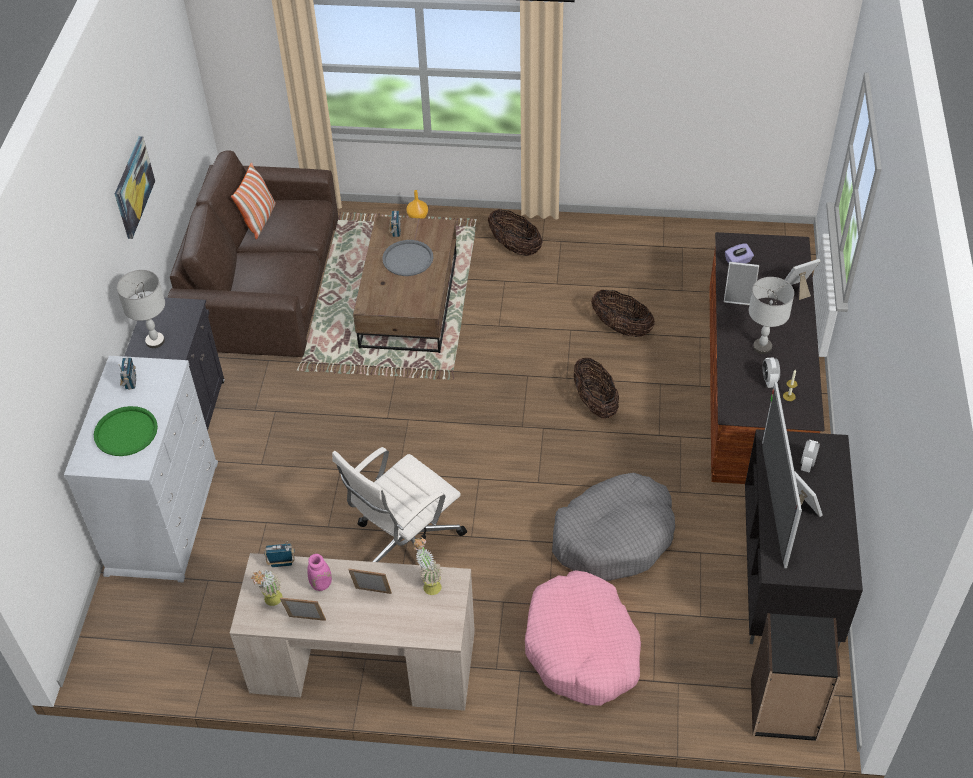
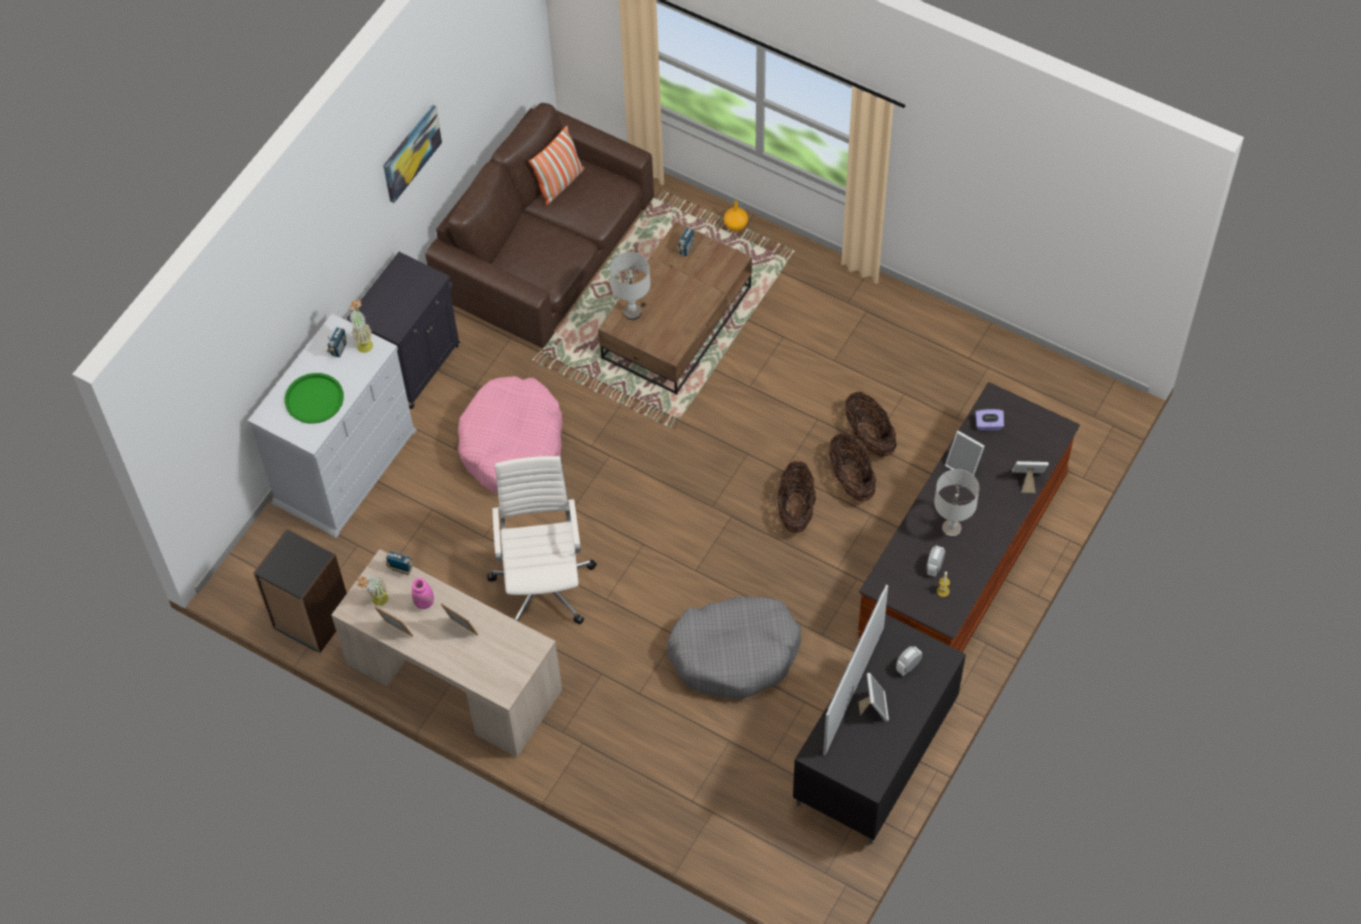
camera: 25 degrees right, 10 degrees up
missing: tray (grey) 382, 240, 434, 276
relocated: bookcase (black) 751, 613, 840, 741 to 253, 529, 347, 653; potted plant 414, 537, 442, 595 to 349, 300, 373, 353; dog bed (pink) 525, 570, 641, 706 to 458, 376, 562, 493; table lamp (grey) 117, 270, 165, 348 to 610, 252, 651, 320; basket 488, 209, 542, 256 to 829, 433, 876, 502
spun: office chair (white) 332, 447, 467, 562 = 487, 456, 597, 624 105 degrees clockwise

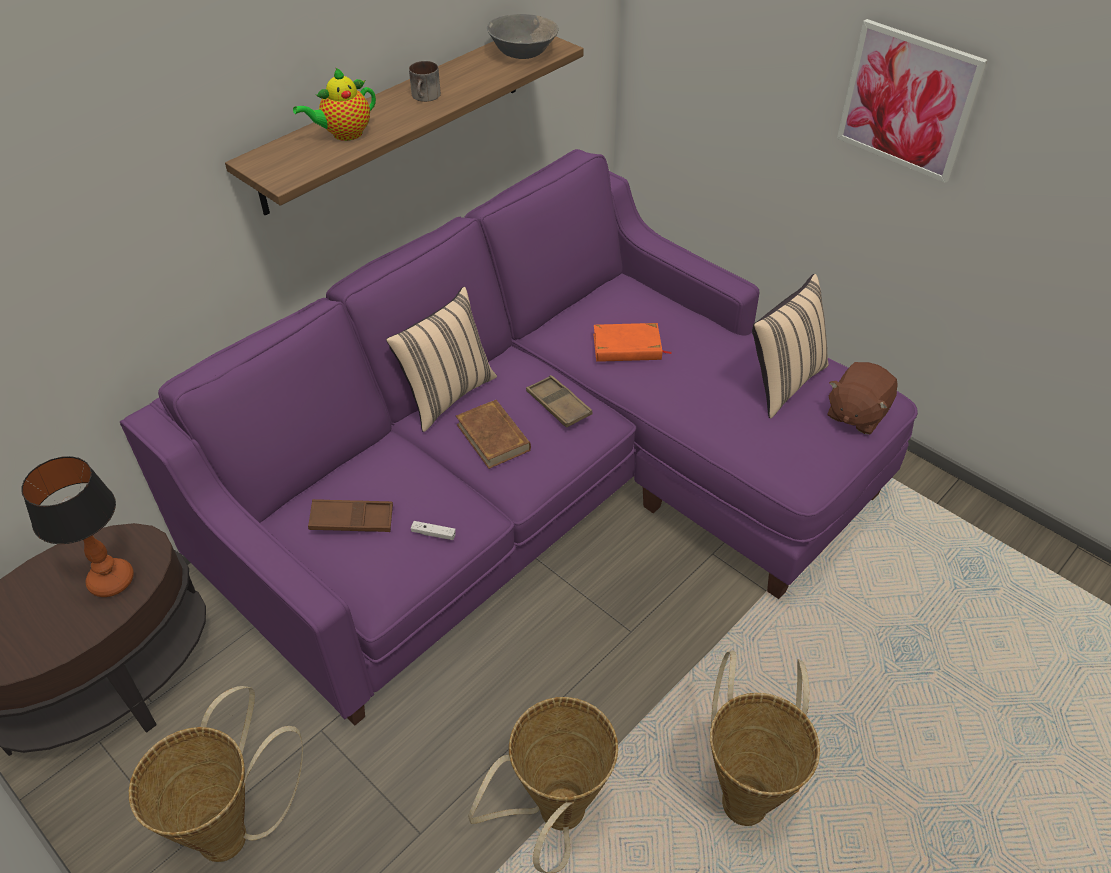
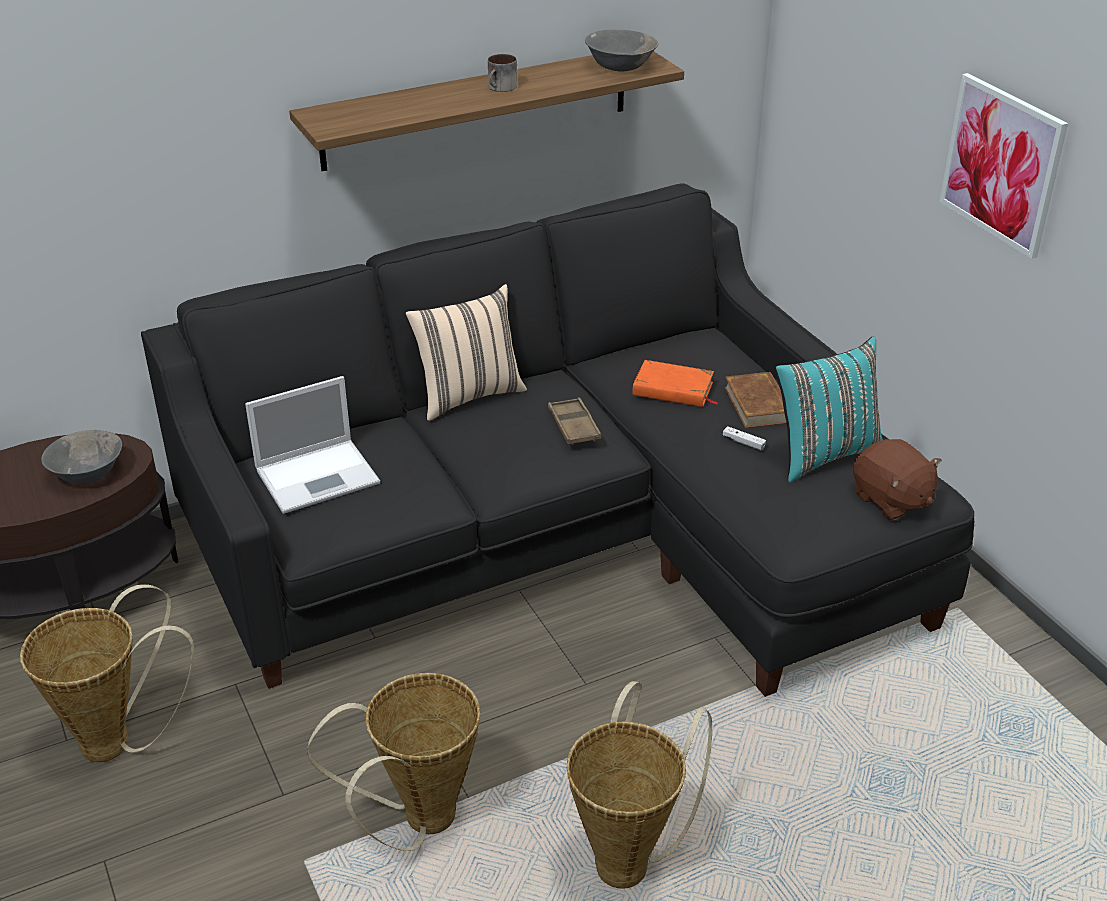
camera: 20 degrees right, 10 degrees down
missing: teapot 293, 67, 376, 141
relocated: game controller (white) 411, 521, 456, 540 to 723, 426, 766, 450; book (brown) 456, 400, 531, 469 to 724, 372, 786, 428
exchanged: table lamp 21, 456, 134, 597 to bowl (grey) 41, 430, 122, 484; tray (brown) 308, 499, 393, 532 to laptop 245, 376, 380, 514
colour: sofa (purple) 120, 149, 918, 726 to sofa (black) 141, 184, 974, 697; pillow (beige) 752, 274, 829, 419 to pillow (turquoise) 775, 336, 883, 483
spun: plush toy (brown) 827, 362, 898, 435 = 853, 439, 942, 520 90 degrees counterclockwise

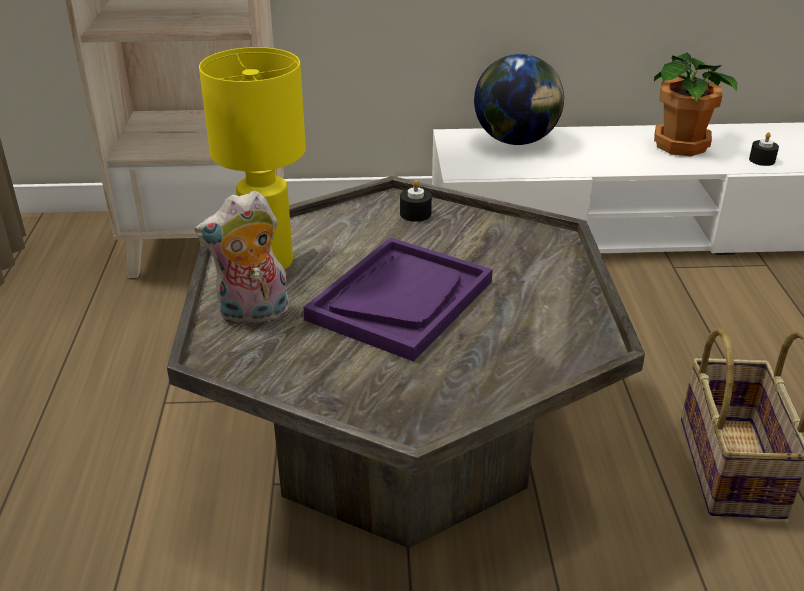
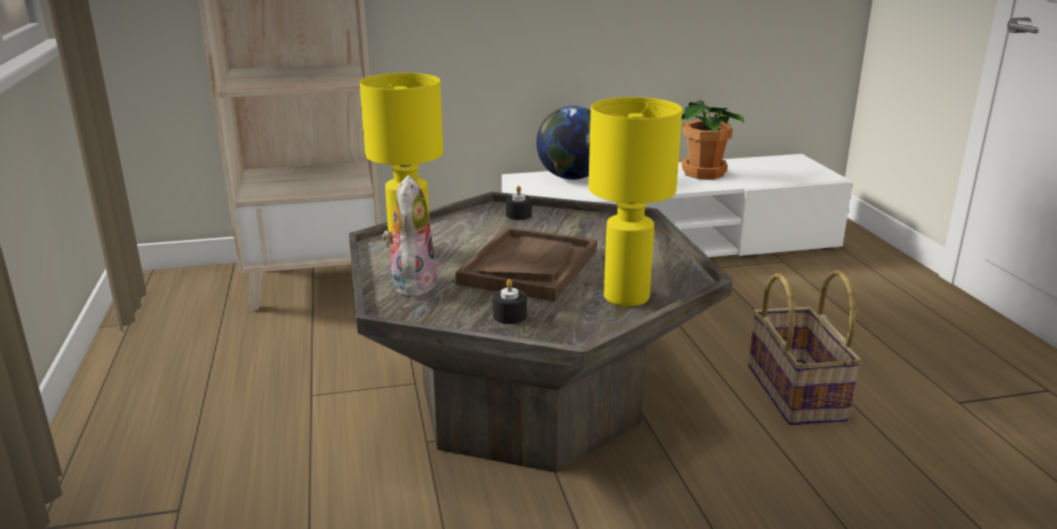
camera: 10 degrees left, 10 degrees down
appeared: table lamp (yellow) 588, 97, 682, 306
relocated: candle (black) 749, 132, 779, 166 to 493, 279, 527, 324
colour: tray (purple) 303, 237, 493, 362 to tray (brown) 455, 227, 597, 302
spun: plush toy 195, 190, 289, 326 = 382, 175, 438, 298 120 degrees clockwise

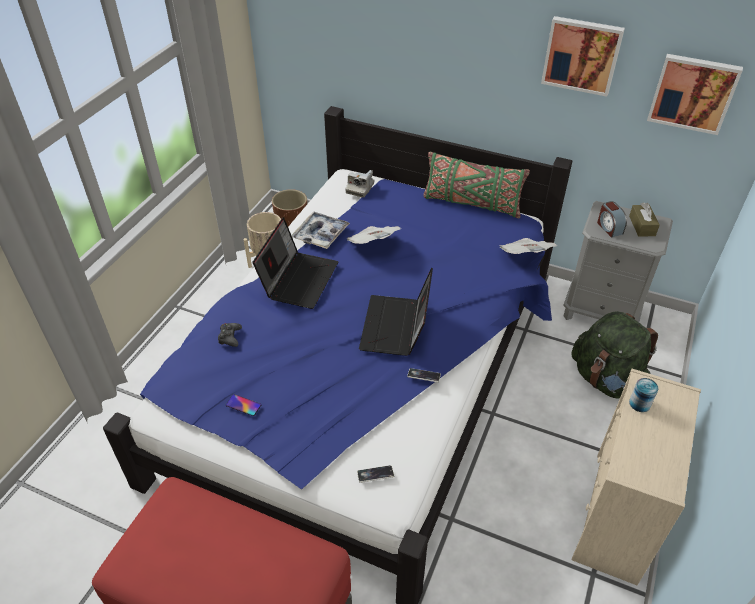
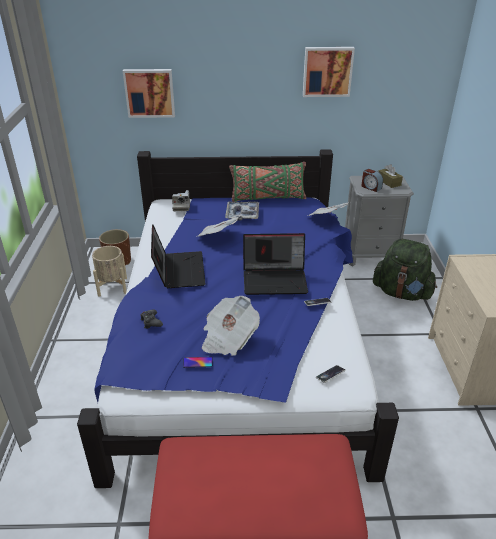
camera: 25 degrees left, 10 degrees down
missing: can 629, 378, 658, 412
appeared: newspaper 202, 296, 260, 356
relocated: picture 647, 54, 743, 135 to 123, 69, 175, 118; tray 291, 212, 350, 249 to 225, 202, 259, 221
spun: laptop 359, 267, 433, 356 = 243, 233, 308, 295 75 degrees counterclockwise

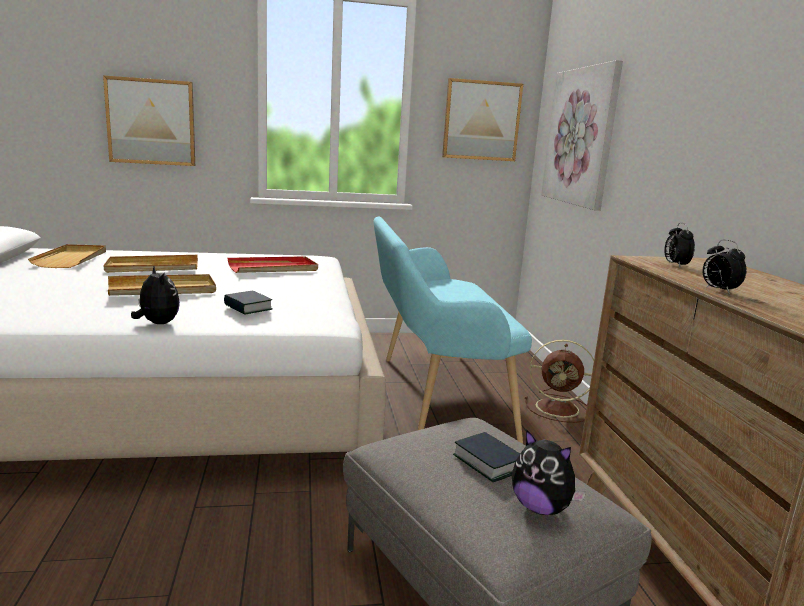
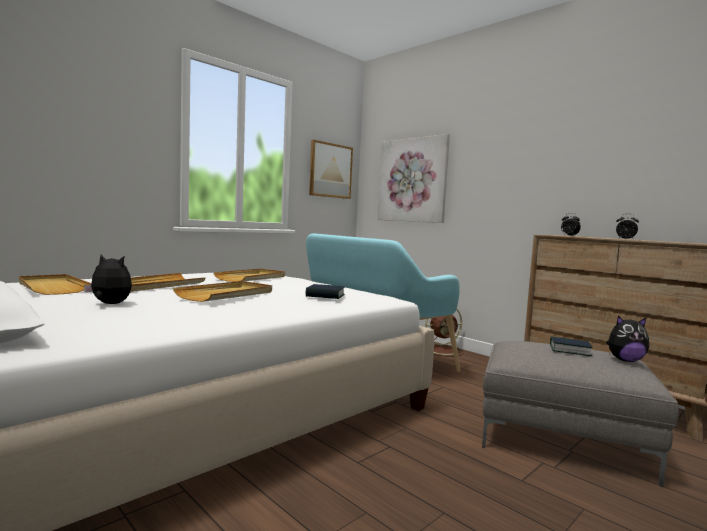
camera: 35 degrees left, 10 degrees down
missing: picture 103, 75, 195, 166
relocated: plush toy 131, 266, 180, 324 to 84, 254, 132, 304
colour: tray (red) 228, 256, 318, 273 to tray (beige) 213, 269, 285, 282

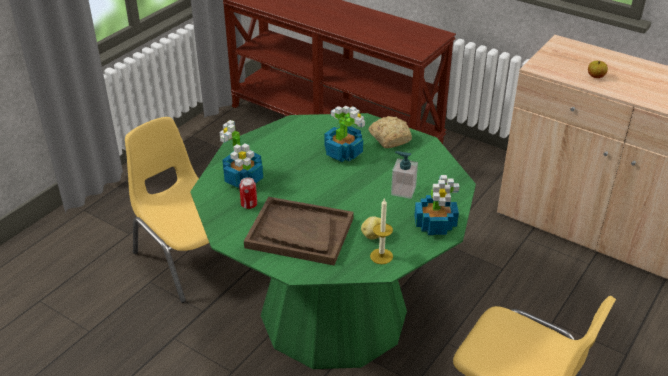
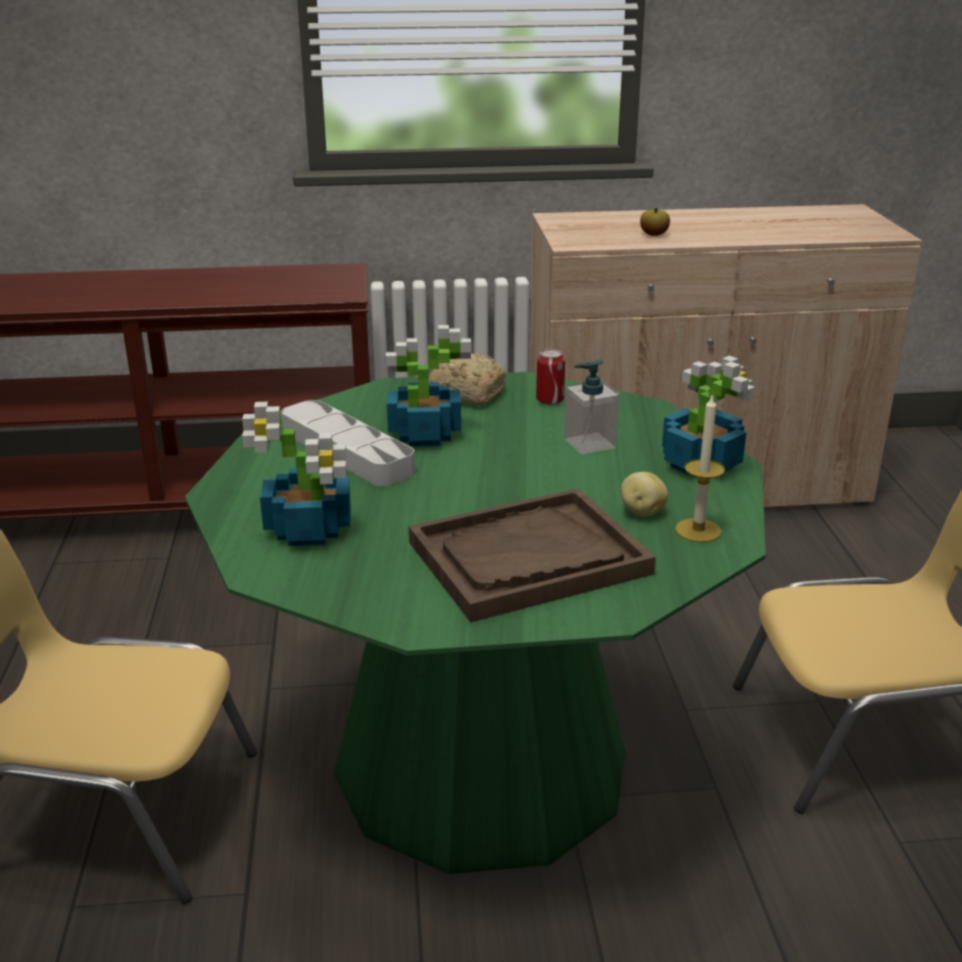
camera: 40 degrees left, 10 degrees down
appeared: tray (grey) 281, 400, 415, 486
relocated: can 239, 177, 257, 209 to 536, 349, 565, 405

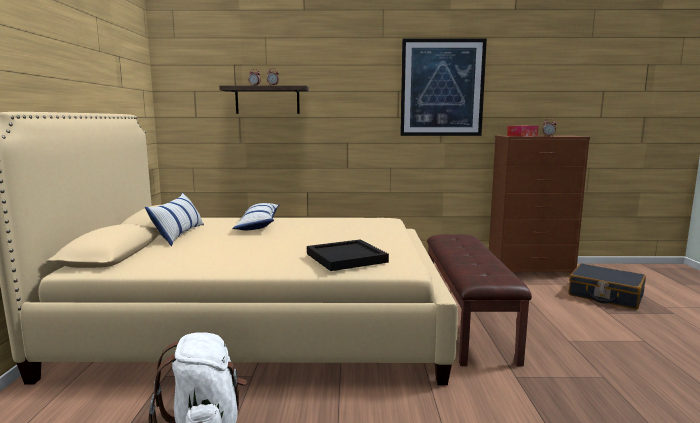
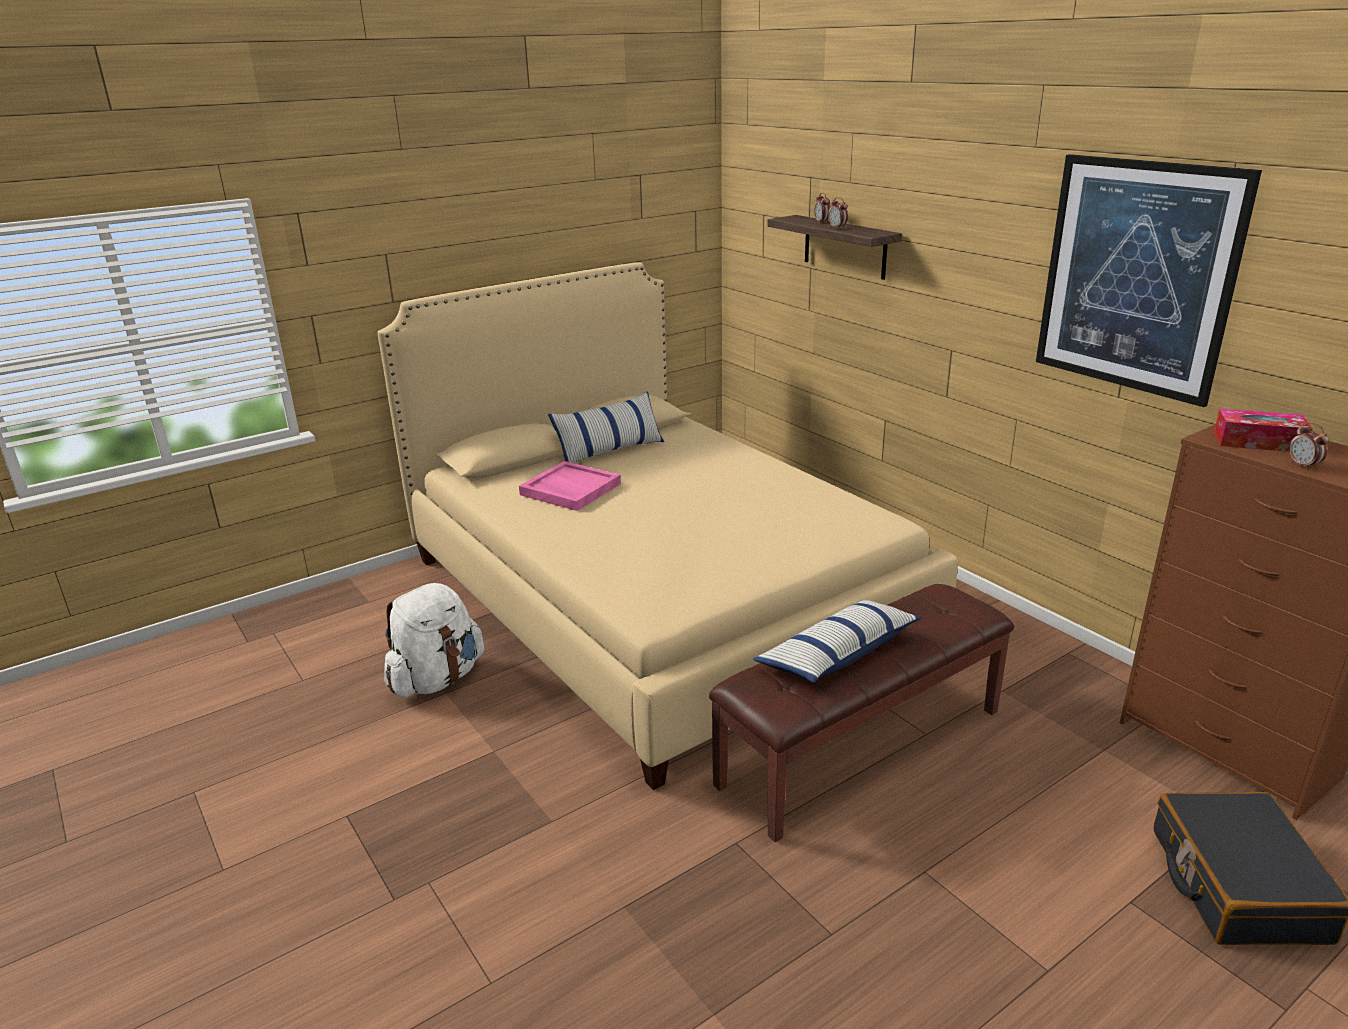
camera: 55 degrees right, 15 degrees up
missing: tray (black) 307, 240, 389, 271
appeared: tray (pink) 519, 461, 621, 511
relocated: pillow 232, 203, 279, 230 to 753, 600, 922, 683

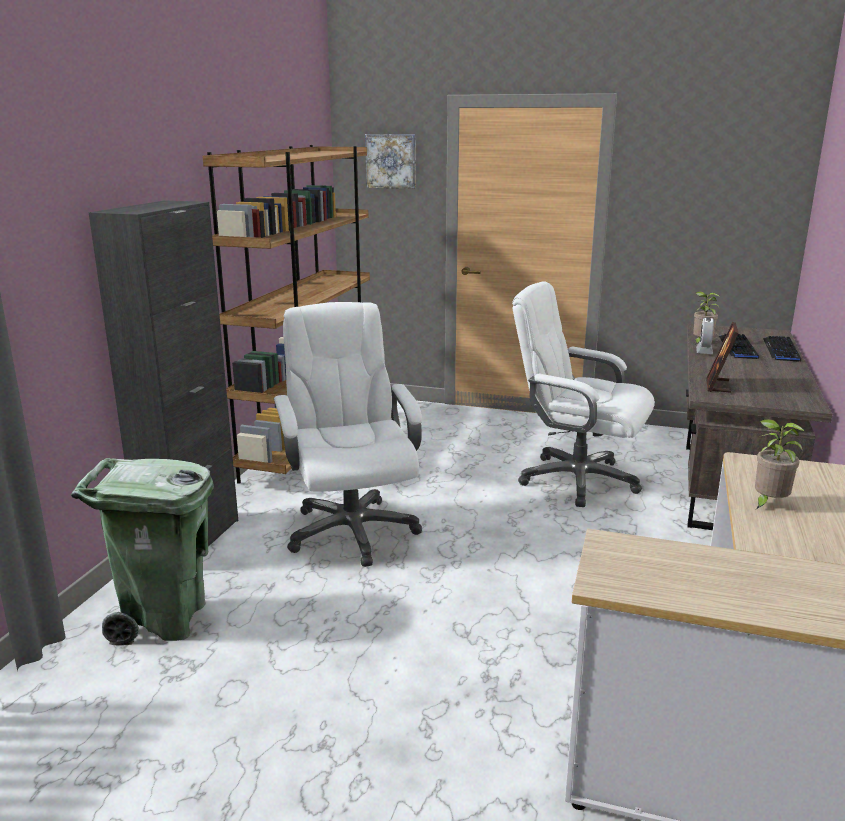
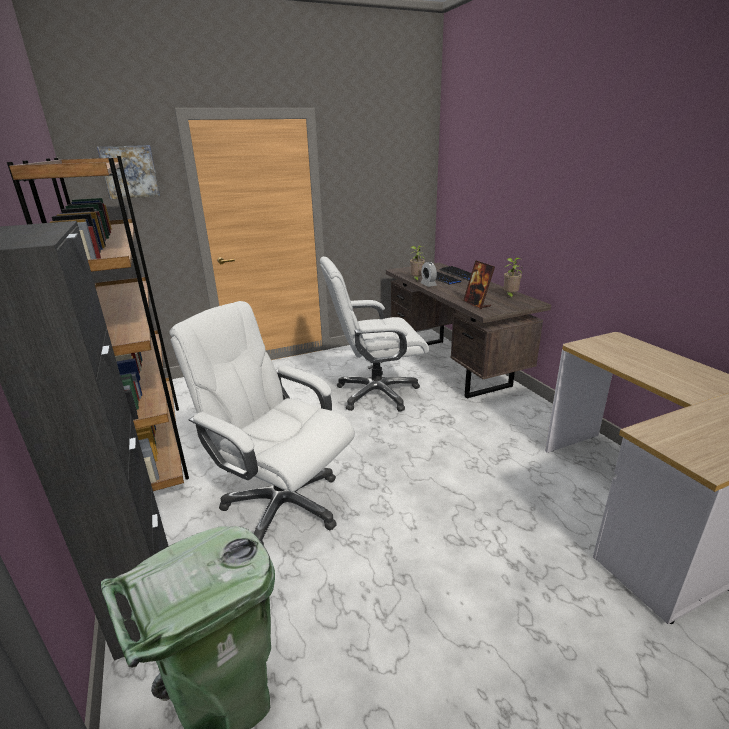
camera: 40 degrees left, 5 degrees up
relocated: potted plant 755, 419, 805, 509 to 504, 257, 523, 298

